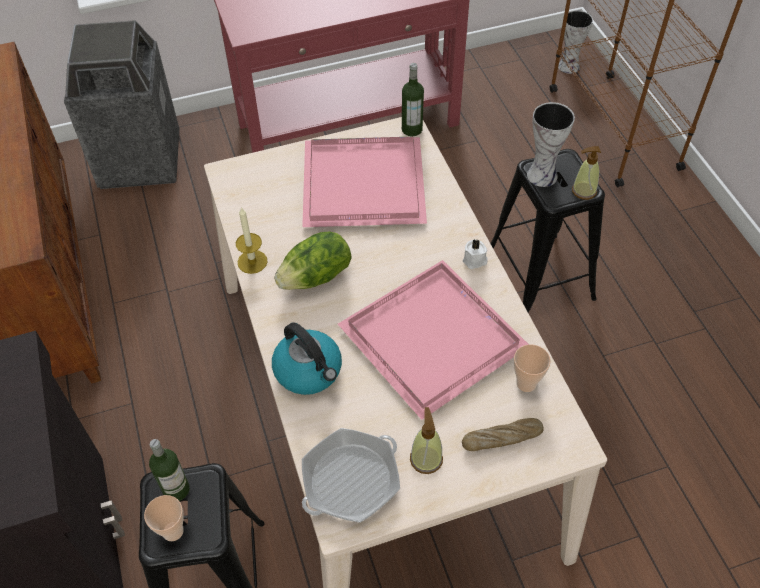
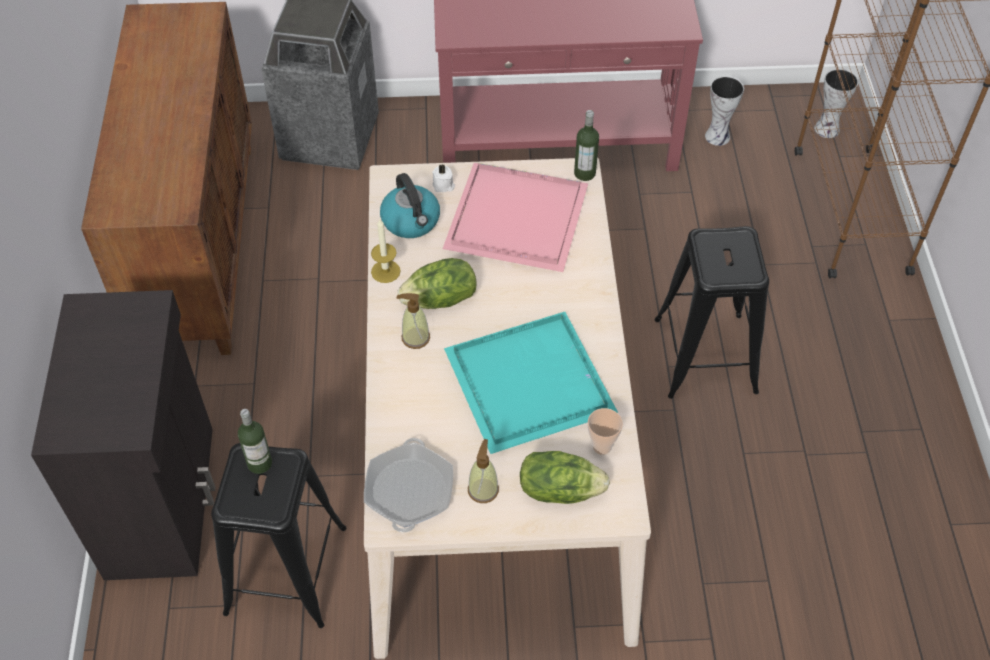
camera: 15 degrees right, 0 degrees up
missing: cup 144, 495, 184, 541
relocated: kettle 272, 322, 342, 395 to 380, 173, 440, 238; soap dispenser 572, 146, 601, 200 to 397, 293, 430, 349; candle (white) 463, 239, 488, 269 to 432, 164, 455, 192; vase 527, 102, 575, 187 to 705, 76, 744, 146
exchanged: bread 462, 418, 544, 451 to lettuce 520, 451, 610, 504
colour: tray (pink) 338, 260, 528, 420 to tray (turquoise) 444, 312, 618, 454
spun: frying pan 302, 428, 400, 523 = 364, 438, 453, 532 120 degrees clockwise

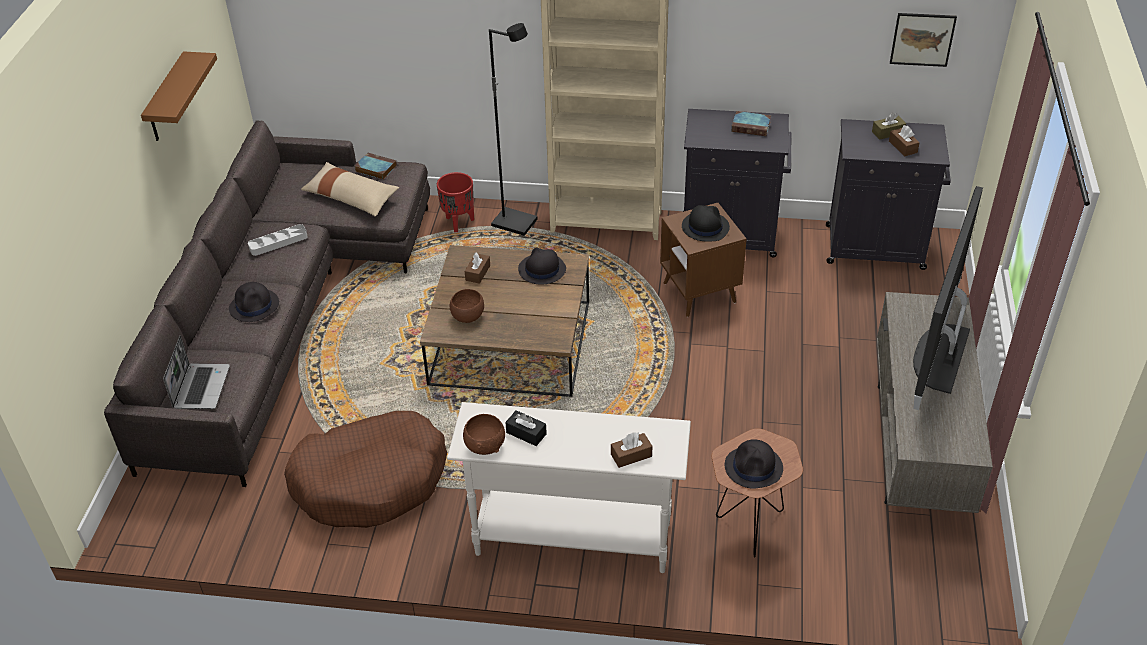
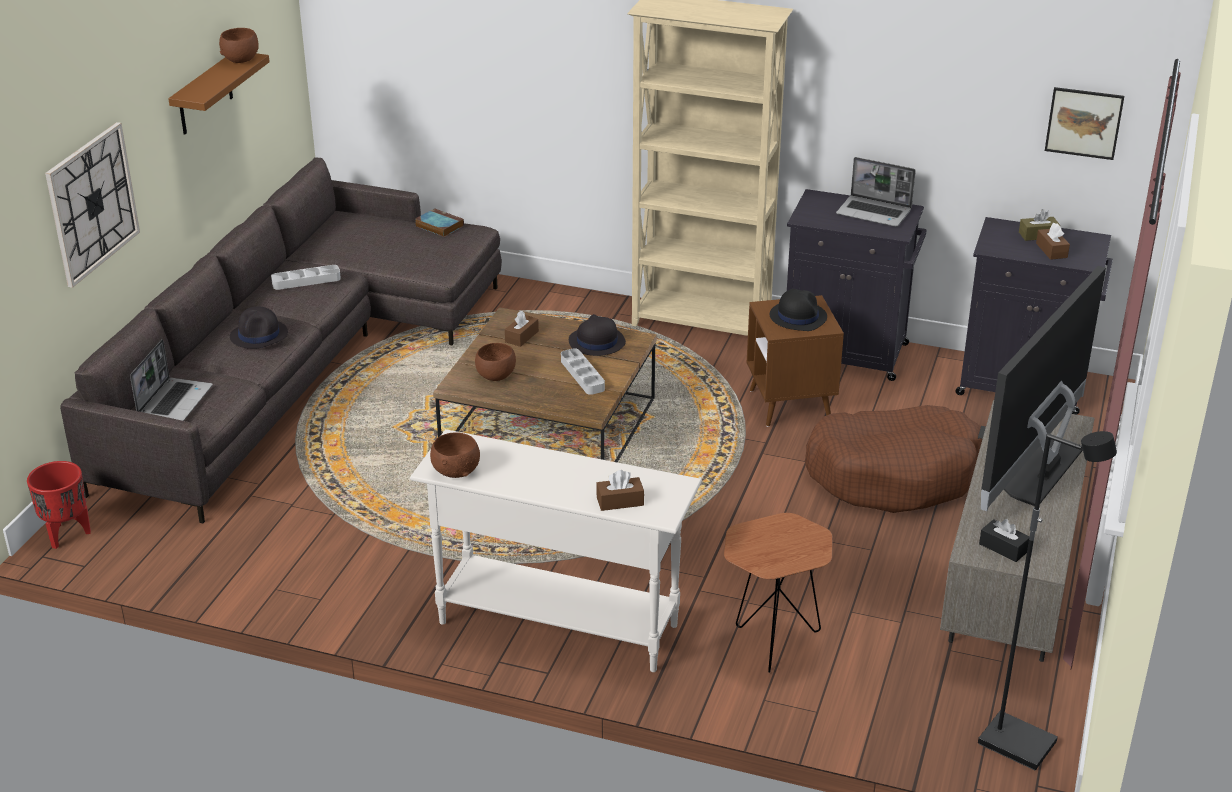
camera: 10 degrees right, 10 degrees down
missing: pillow (beige) 301, 162, 399, 216; hat (black) 725, 439, 783, 489
appeared: wall clock 45, 122, 140, 288; bowl (brown) 219, 28, 259, 63; tray (grey) 561, 348, 605, 395
relocated: planter (red) 437, 172, 474, 232 to 27, 461, 91, 549; dog bed (brown) 284, 411, 447, 528 to 805, 405, 982, 513; floor lamp (black) 489, 23, 537, 236 to 978, 431, 1117, 770; tissue box (black) 505, 410, 547, 446 to 979, 519, 1030, 562
exchanged: book 731, 111, 771, 136 to laptop 836, 157, 916, 227

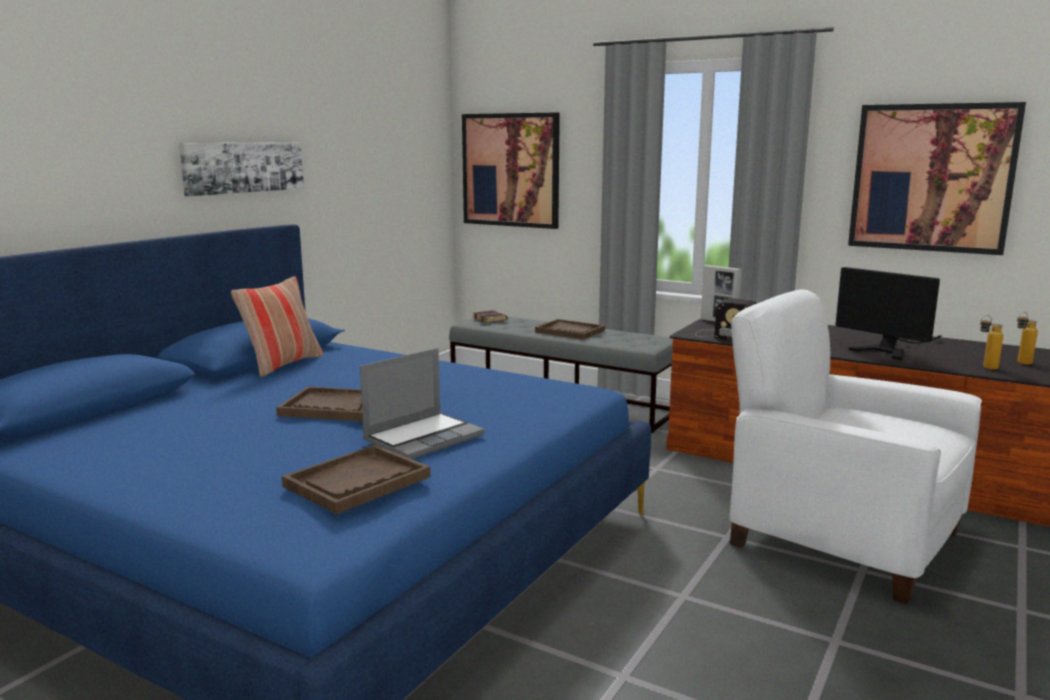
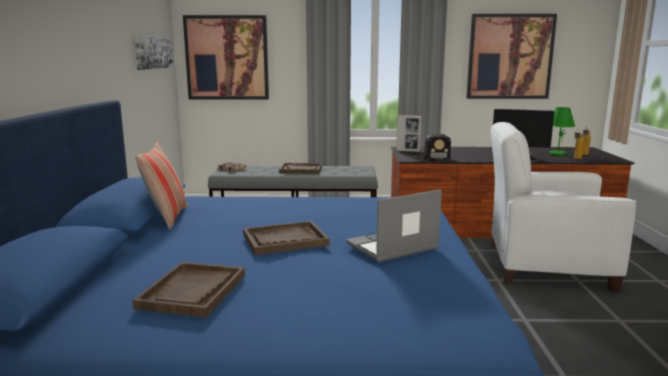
camera: 30 degrees left, 0 degrees up
appeared: table lamp (green) 549, 107, 575, 156
relocated: tray (brown) 282, 445, 430, 514 to 132, 262, 245, 318; picture 179, 142, 304, 197 to 134, 35, 173, 70
spun: laptop 360, 348, 485, 459 = 346, 189, 442, 262 135 degrees counterclockwise

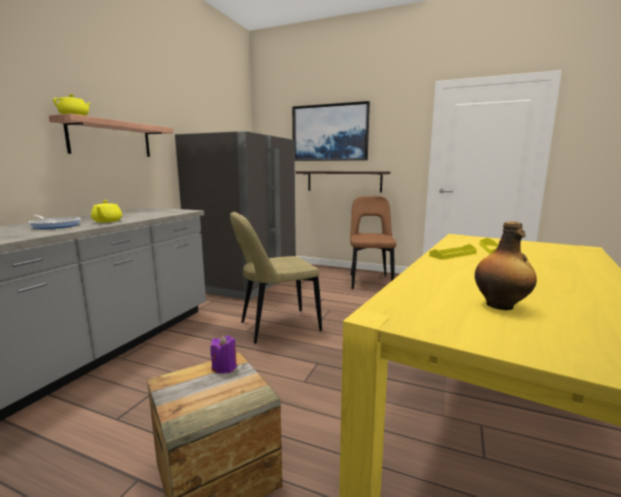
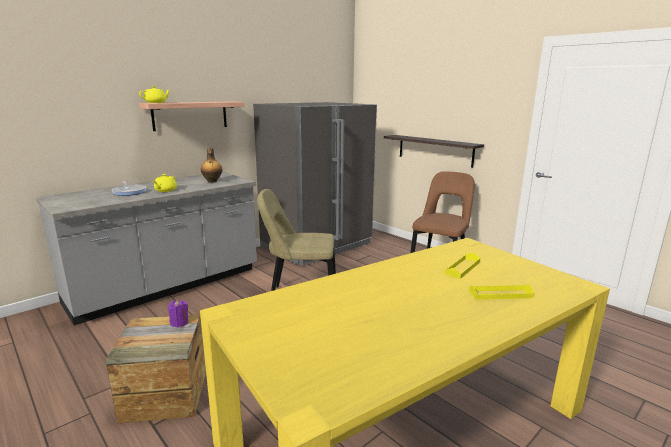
camera: 25 degrees right, 5 degrees up
missing: picture 292, 101, 370, 161
relocated: bottle 475, 222, 537, 310 to 201, 148, 222, 183; tray (yellow) 429, 244, 477, 260 to 469, 285, 534, 300

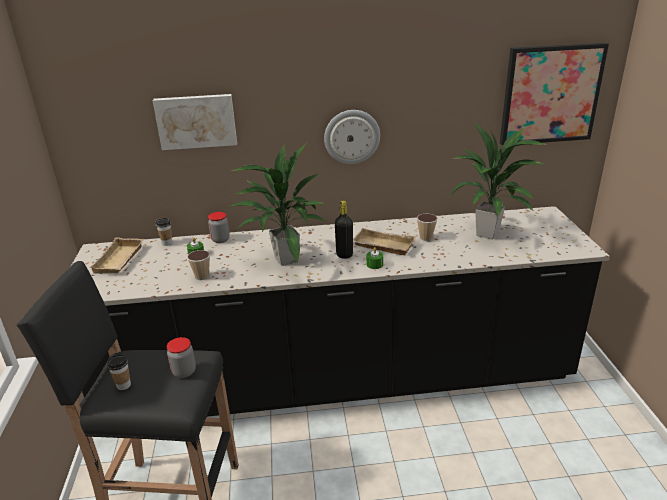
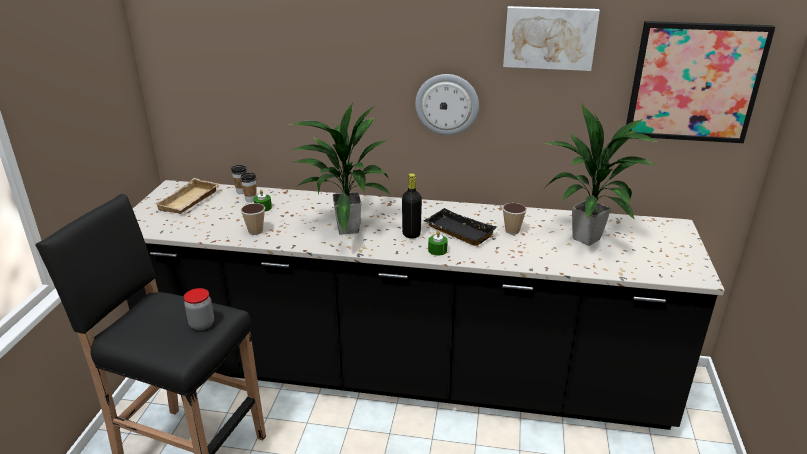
camera: 15 degrees right, 0 degrees up
missing: jar 208, 212, 230, 243
relocated: cup 107, 354, 131, 390 to 240, 173, 257, 203; picture 153, 94, 237, 150 to 503, 6, 600, 71
colour: tray (beige) 353, 228, 416, 255 to tray (black) 424, 208, 497, 246

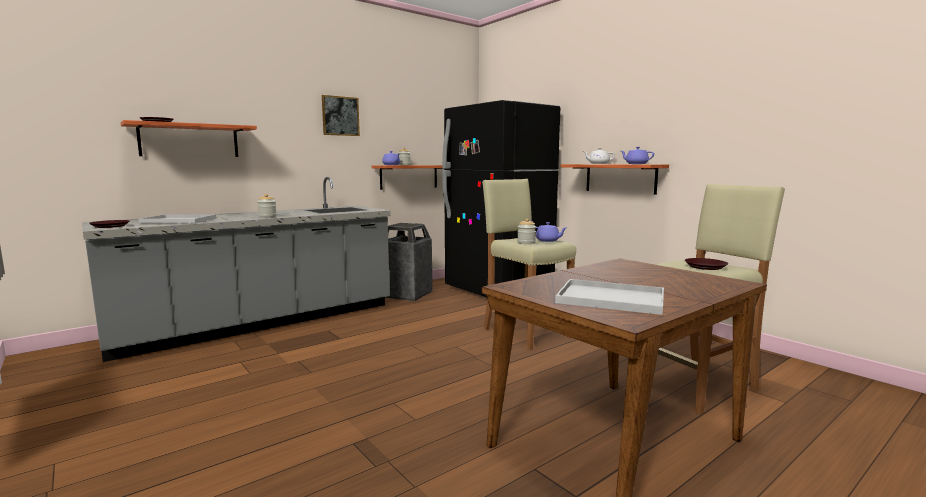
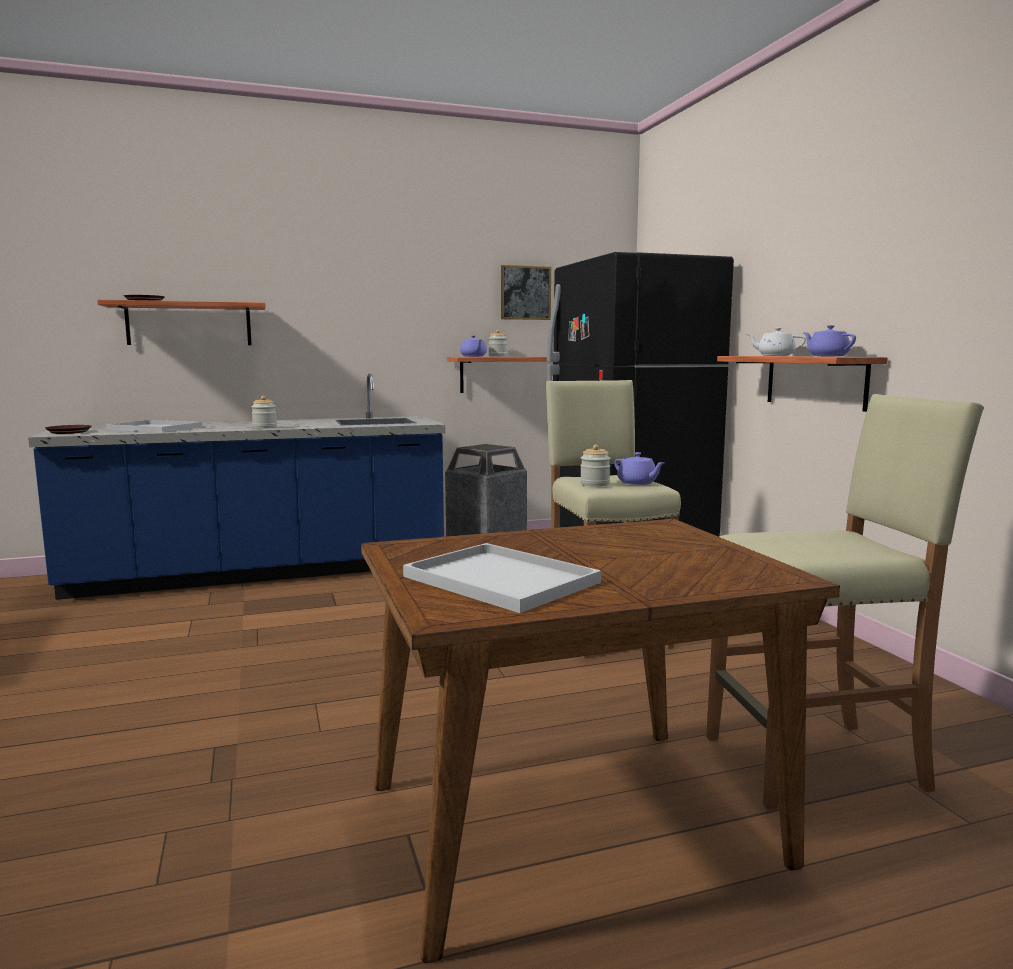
camera: 20 degrees right, 0 degrees up
missing: plate (brown) 685, 258, 728, 270
relocated: picture 322, 95, 360, 136 to 501, 265, 551, 320
colour: counter (grey) 82, 177, 391, 362 to counter (blue) 28, 373, 445, 600

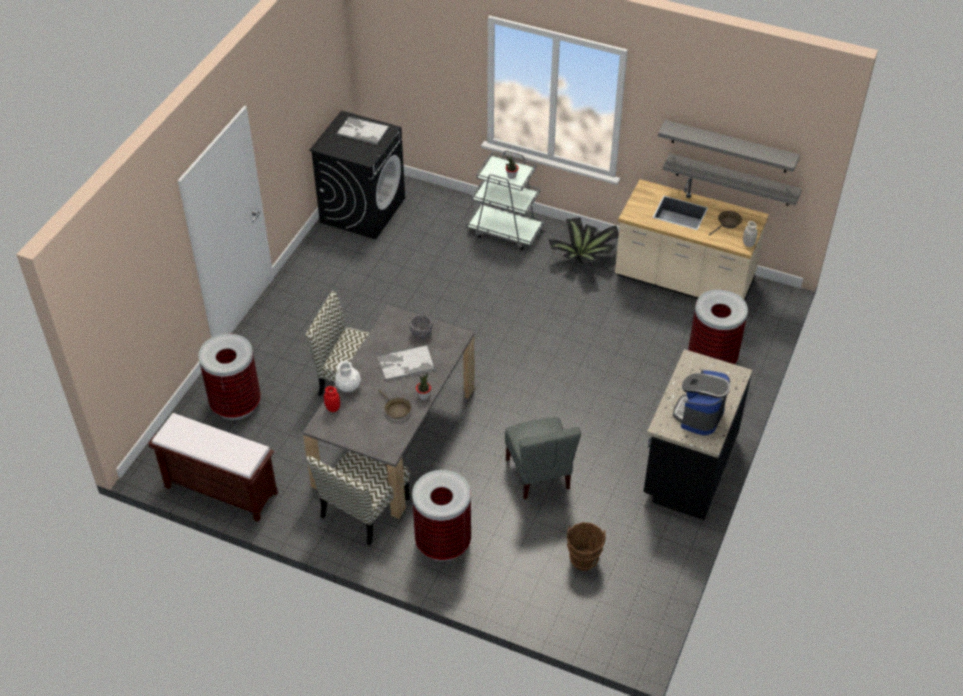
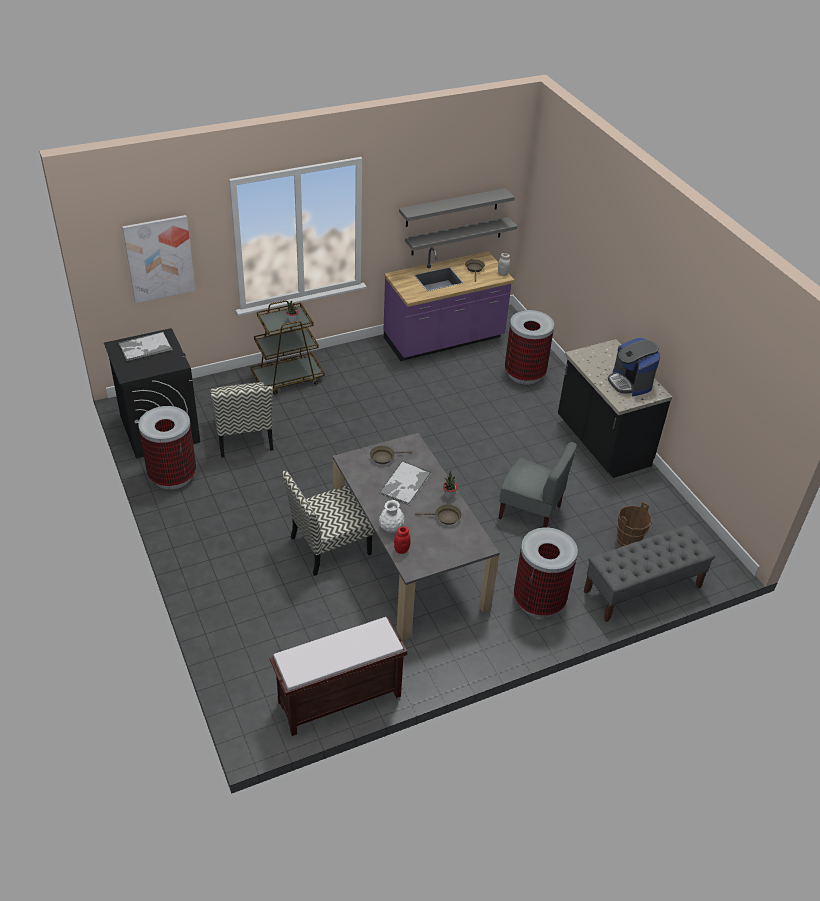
camera: 50 degrees left, 5 degrees down
missing: potted plant 549, 218, 619, 263
appeared: picture 122, 215, 196, 303; bench (grey) 584, 525, 715, 622
relocated: trash can 198, 333, 261, 420 to 138, 406, 196, 490; chair 306, 451, 410, 545 to 210, 382, 273, 458
exchanged: bowl (grey) 409, 314, 433, 339 to frying pan (brown) 370, 446, 412, 464
colour: cart (grey) 466, 151, 545, 250 to cart (brown) 251, 300, 325, 395; counter (beige) 615, 177, 769, 301 to counter (purple) 383, 247, 515, 361

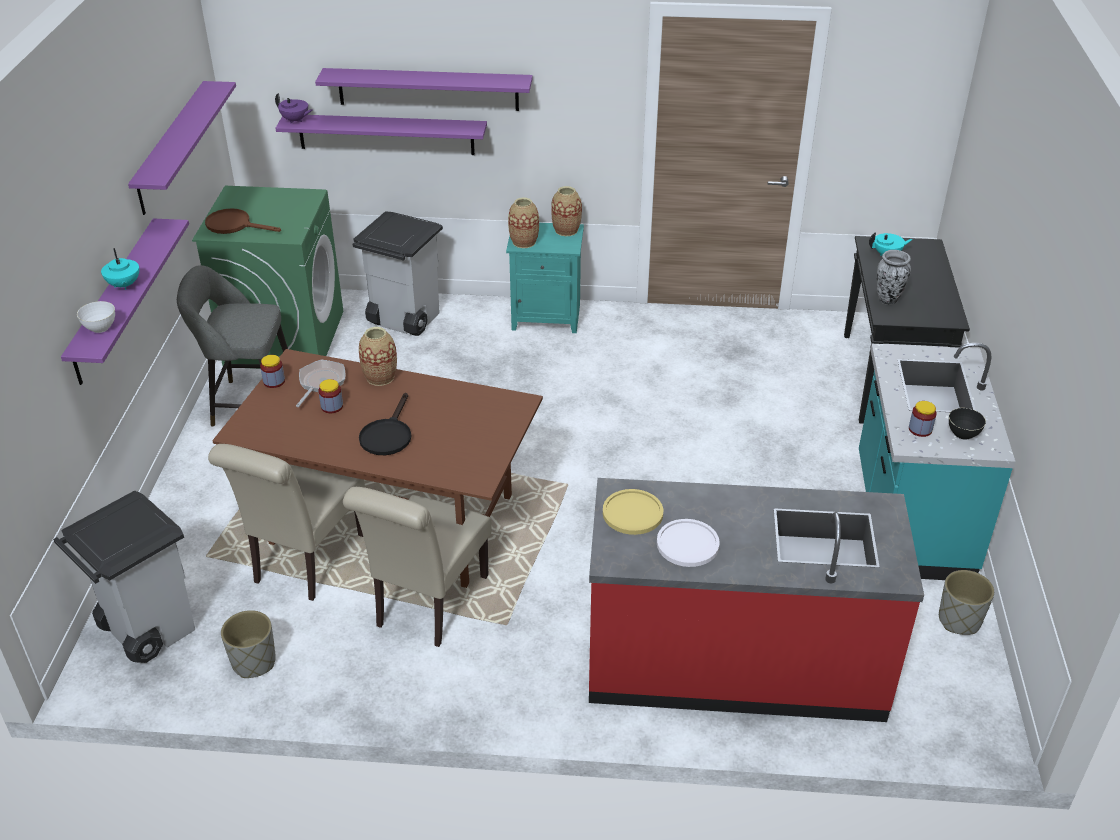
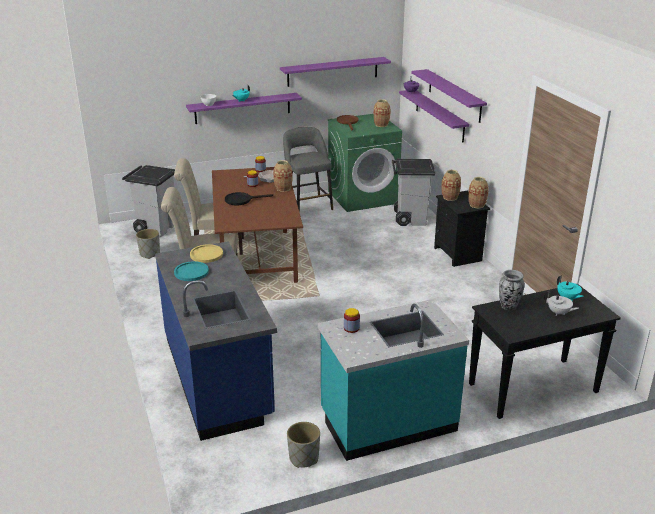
camera: 65 degrees right, 10 degrees down
missing: bowl (black) 949, 408, 986, 440
appeared: vase 374, 99, 390, 127; teapot (white) 544, 291, 579, 316
colour: counter (red) 589, 478, 924, 722 to counter (blue) 155, 241, 277, 441; plate (white) 657, 519, 720, 567 to plate (turquoise) 174, 261, 209, 281; nightstand (turquoise) 506, 223, 584, 333 to nightstand (black) 434, 191, 490, 267

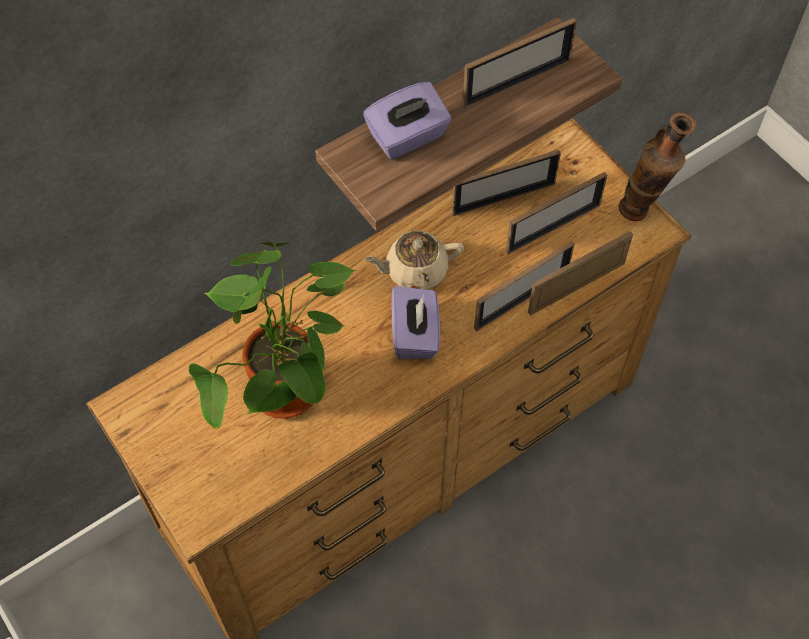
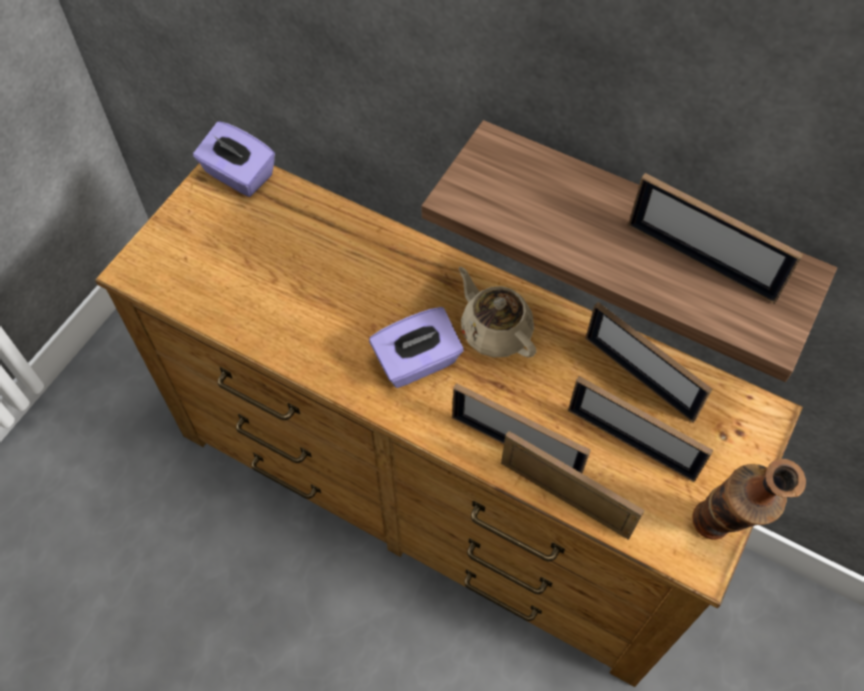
camera: 65 degrees right, 0 degrees up
missing: potted plant 189, 242, 357, 430
relocated: tissue box (purple) 363, 82, 452, 160 to 193, 121, 275, 197

